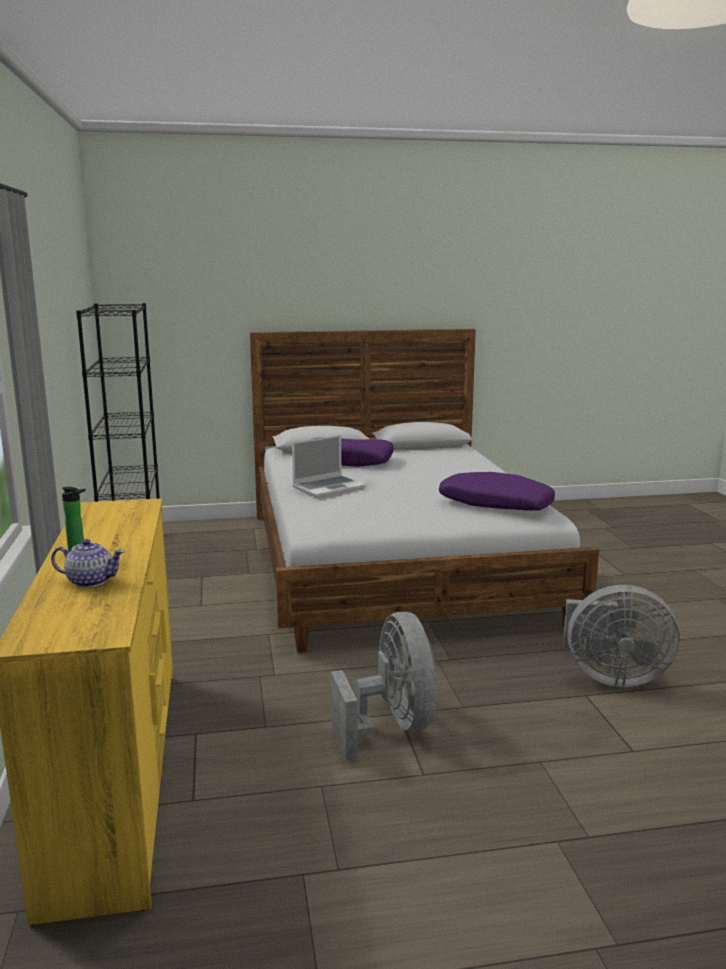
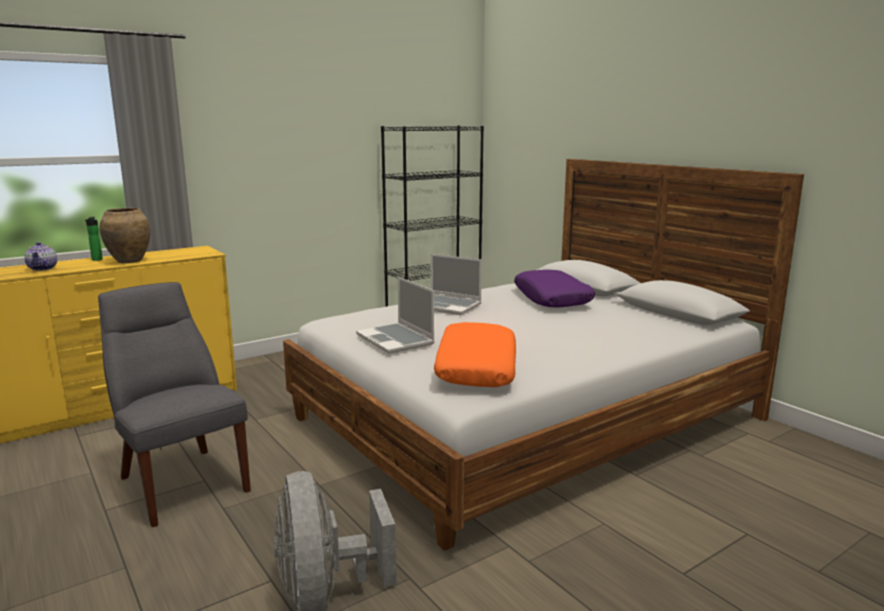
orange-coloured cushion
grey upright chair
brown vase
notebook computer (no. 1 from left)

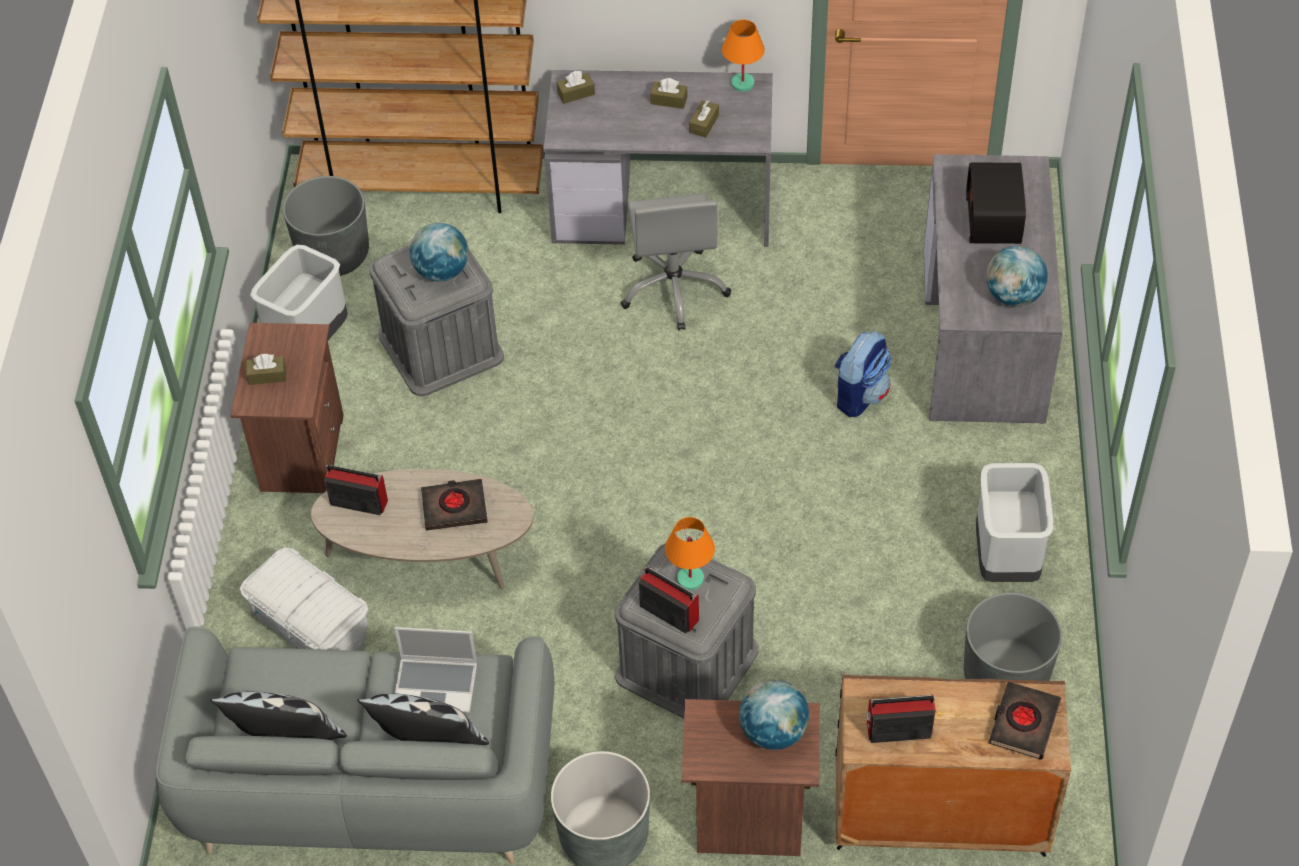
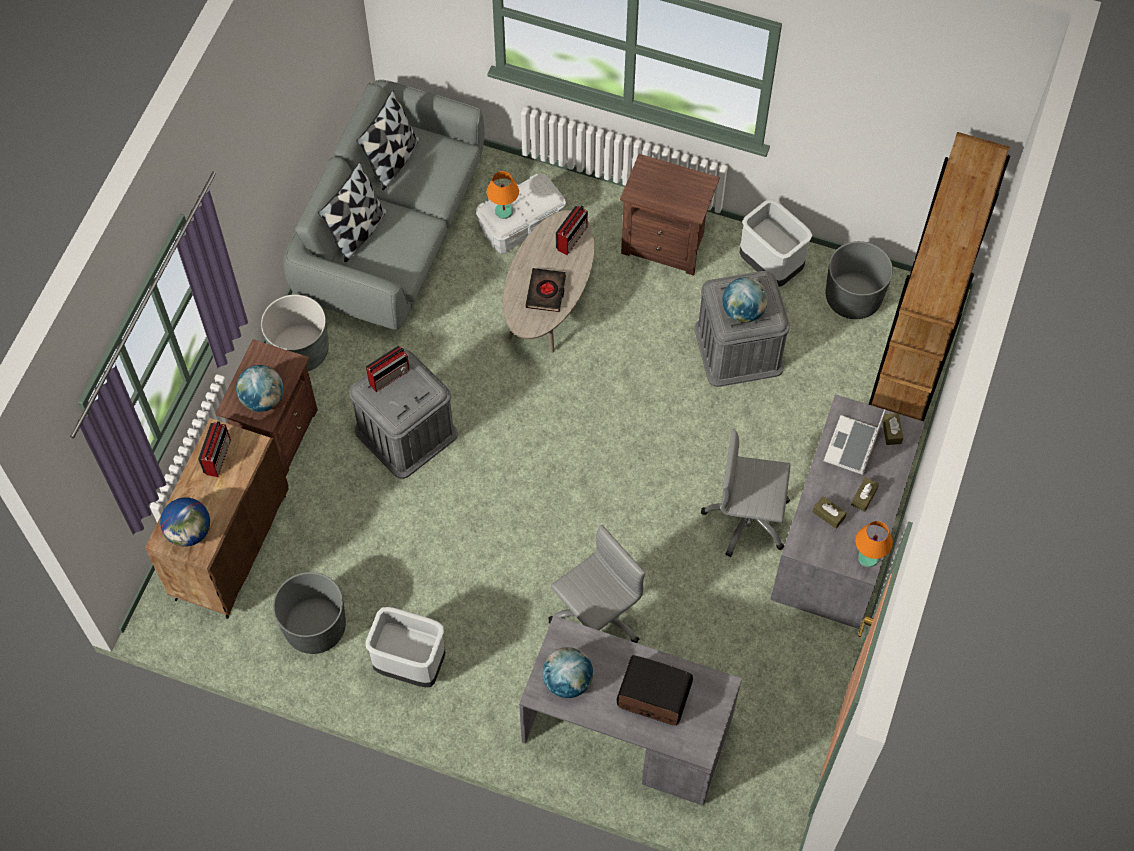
grey computer chair (no. 1 from left)
brown tissue holder (no. 1 from left in the first image)
orange-coloured lamp for a table (no. 1 from left)
notebook computer
desk globe (no. 1 from left)

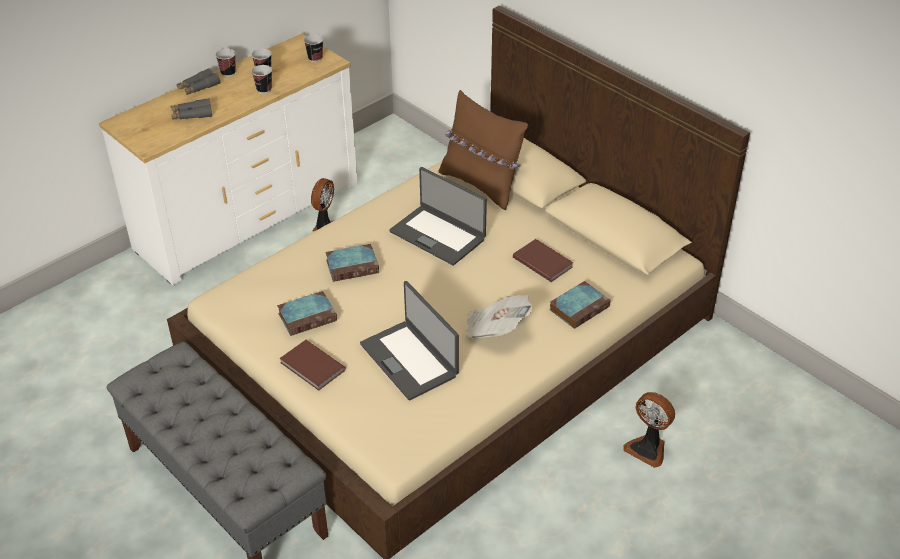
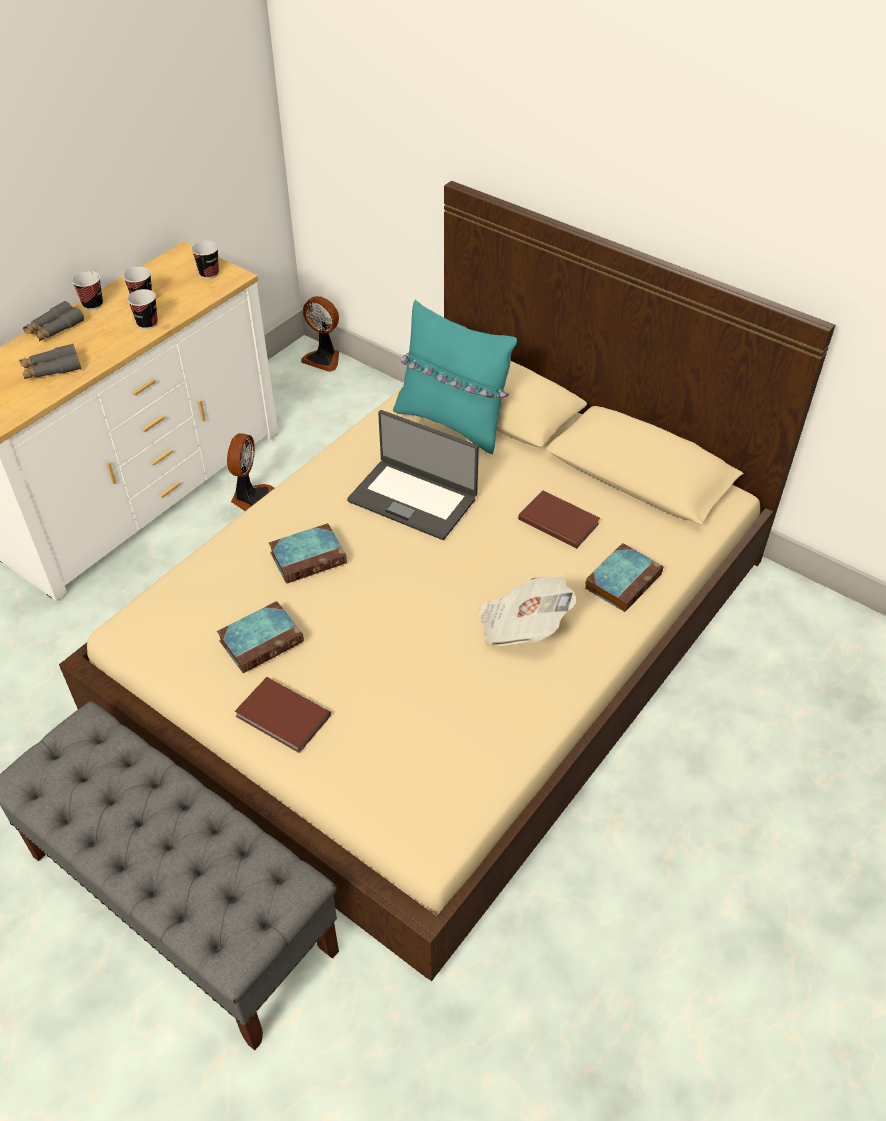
turquoise-coloured cushion
notebook computer (no. 1 from left in the first image)
cooling fan (no. 2 from left)

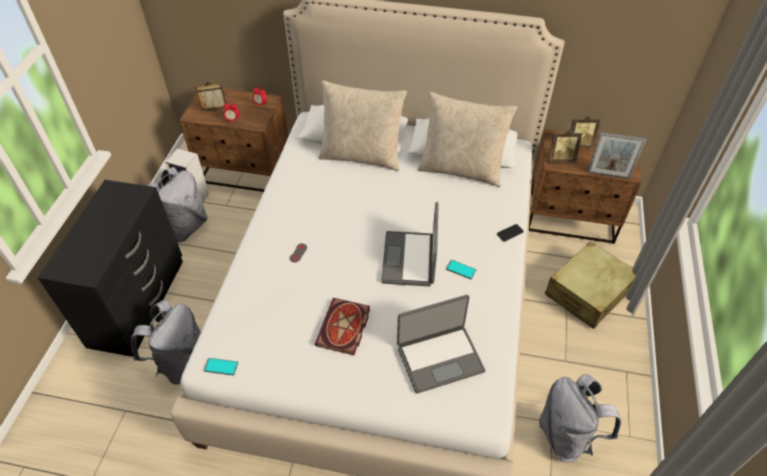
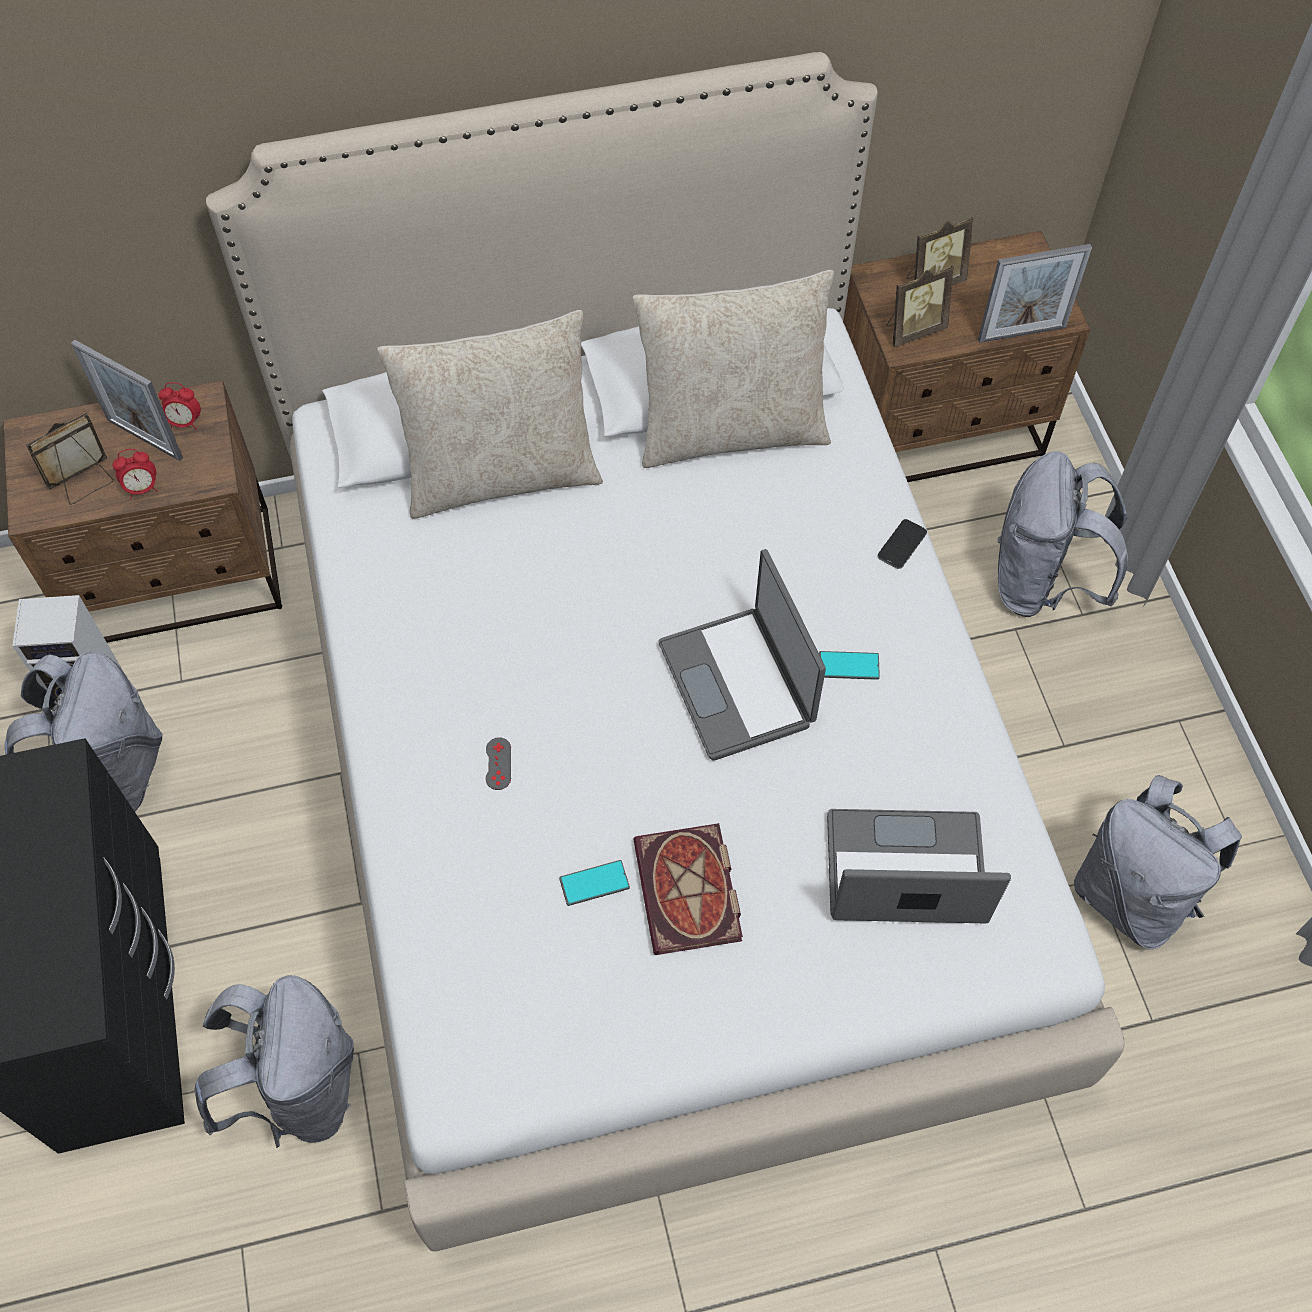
grey knapsack (no. 3 from left)
notebook computer (no. 2 from left)
phone (no. 1 from left)
photo frame (no. 2 from left)

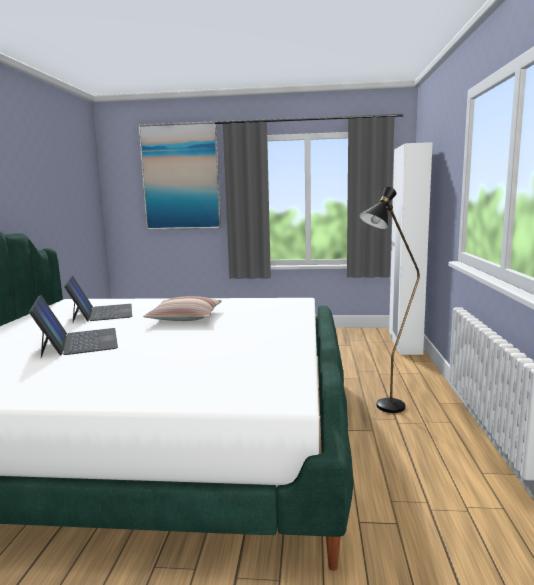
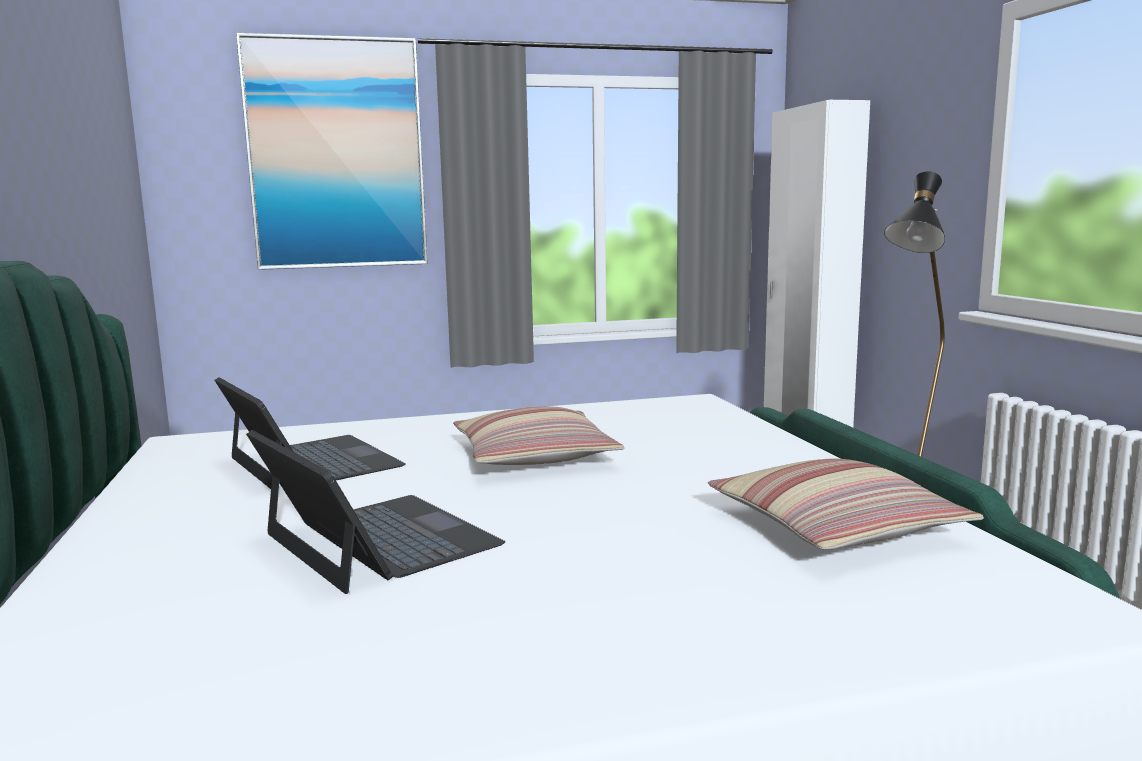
cushion (no. 2 from left)

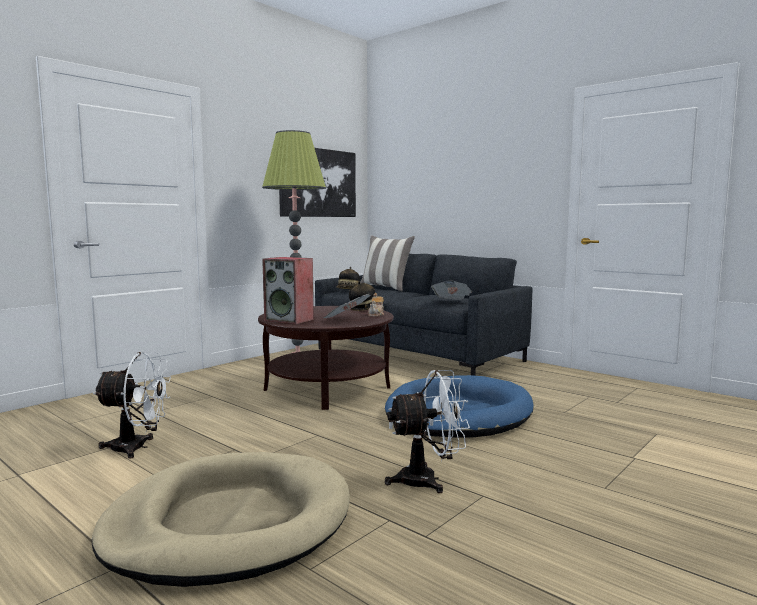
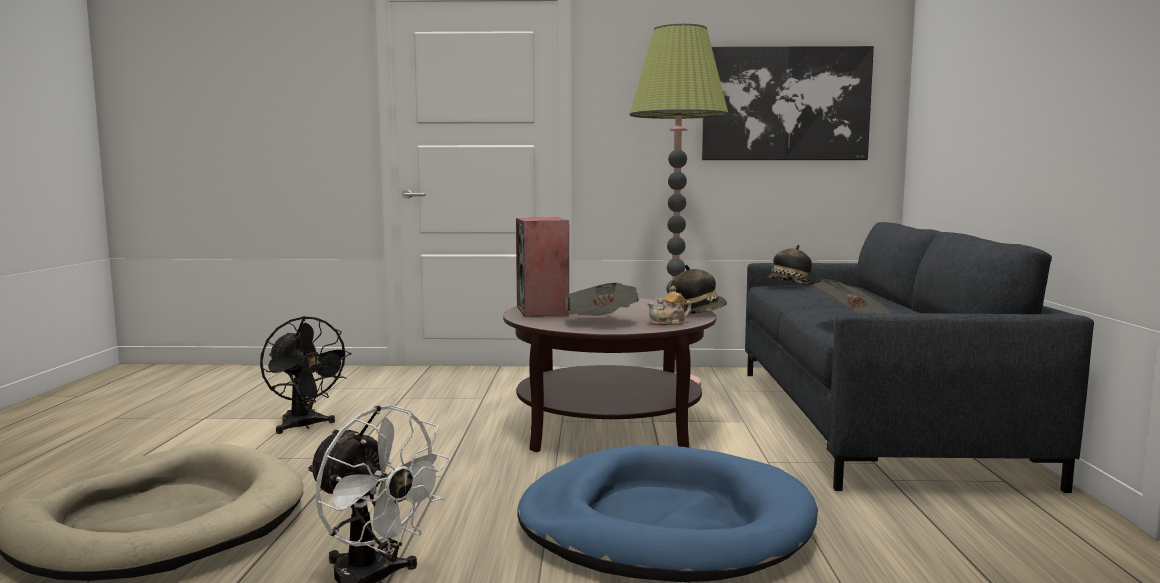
cushion
black-coloured cooling fan

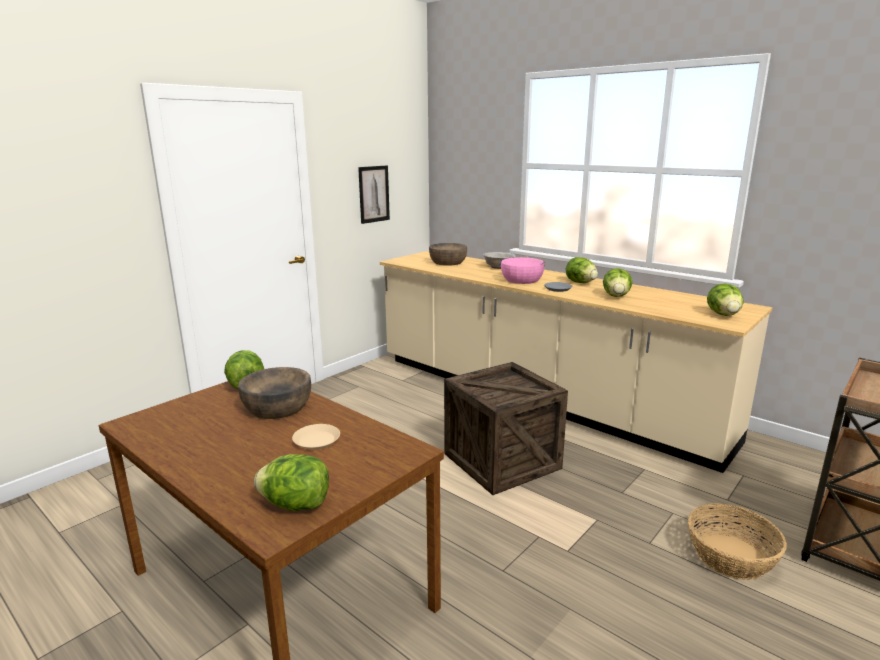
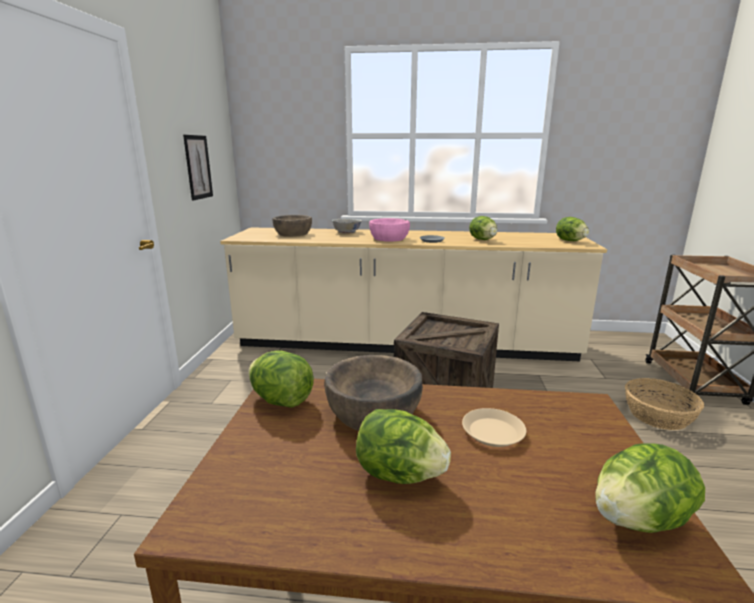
lettuce (no. 2 from left)

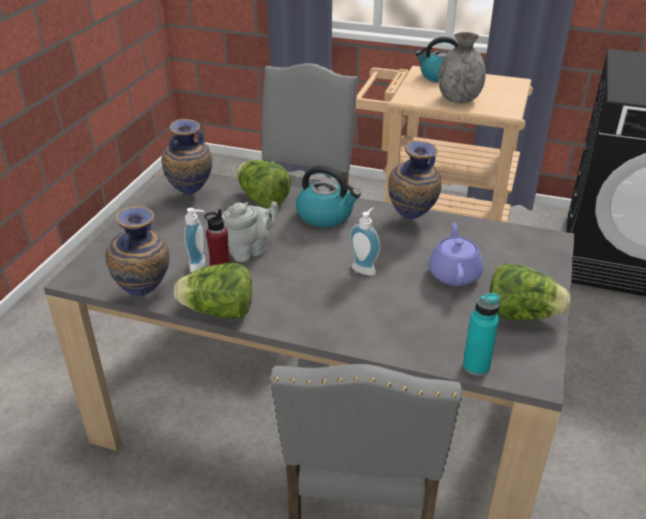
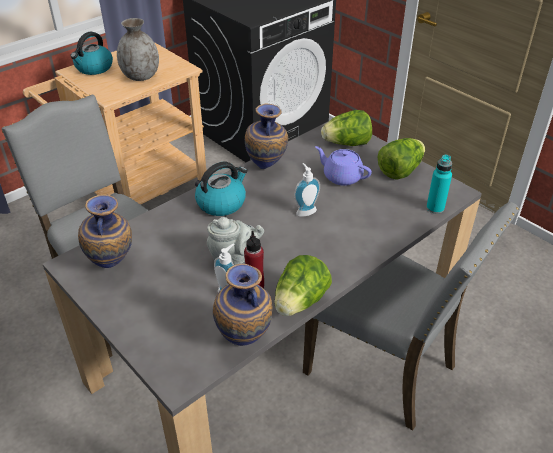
lettuce (no. 2 from left)
grey teapot

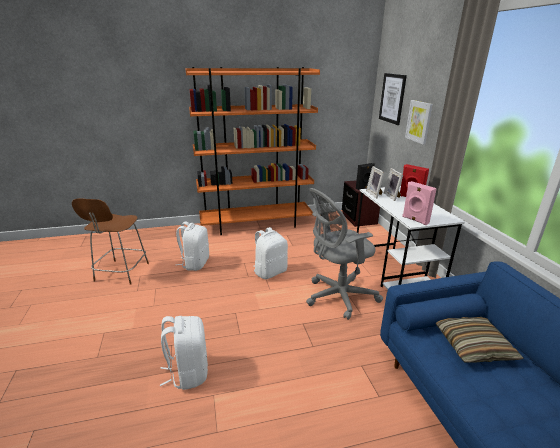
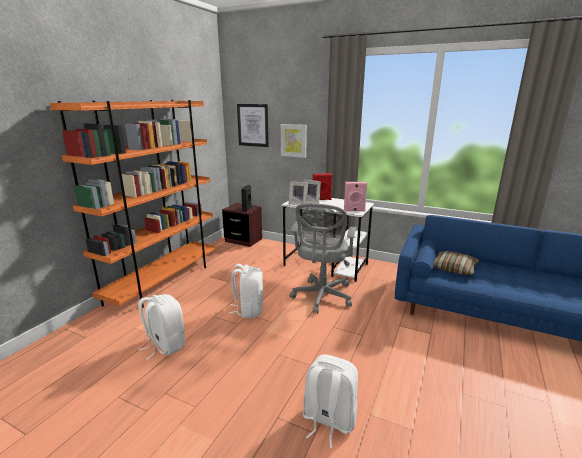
brown upright chair

